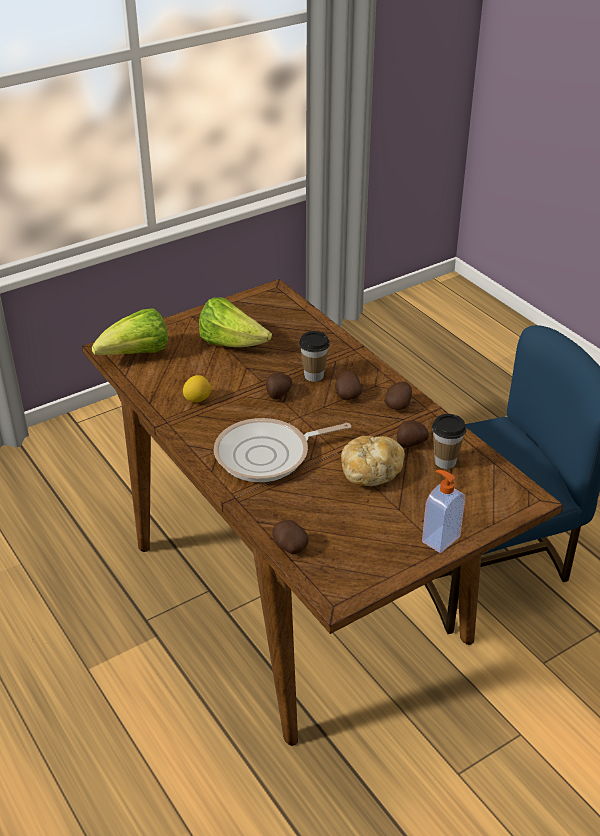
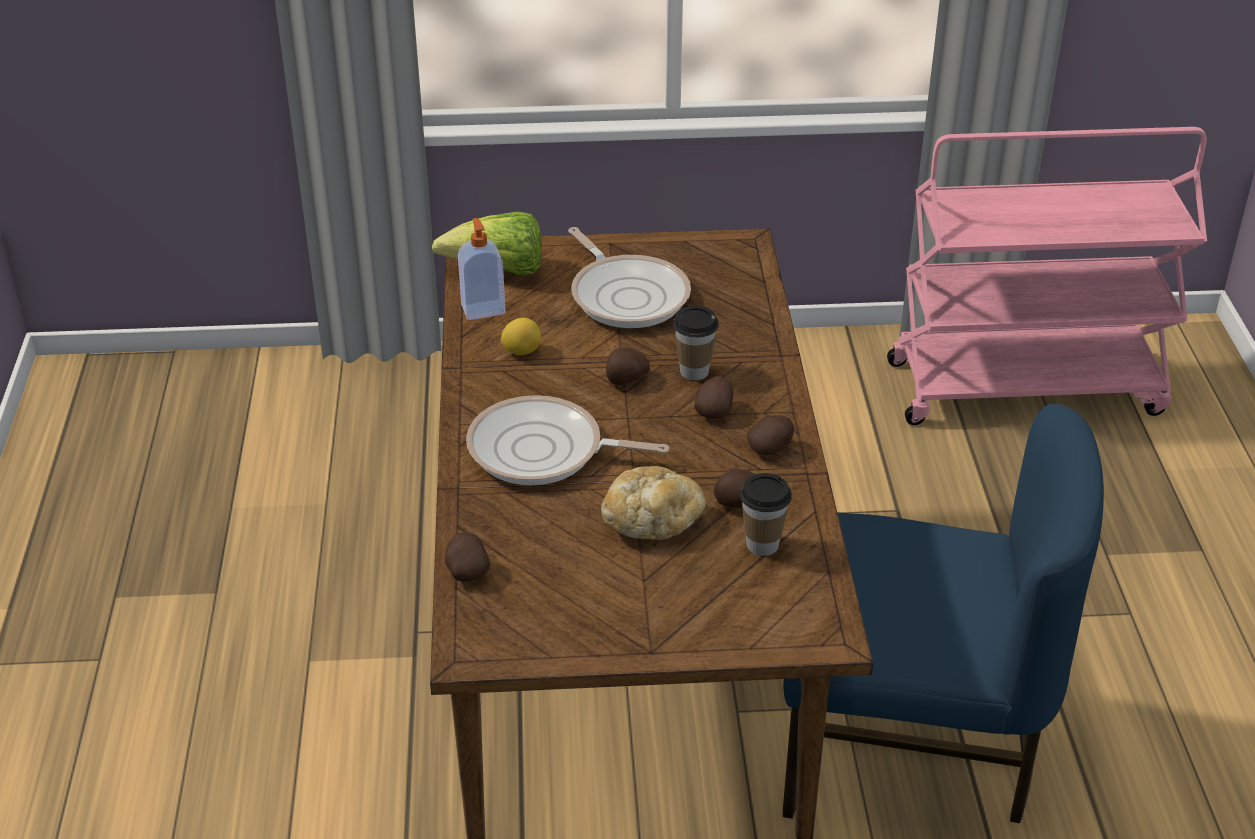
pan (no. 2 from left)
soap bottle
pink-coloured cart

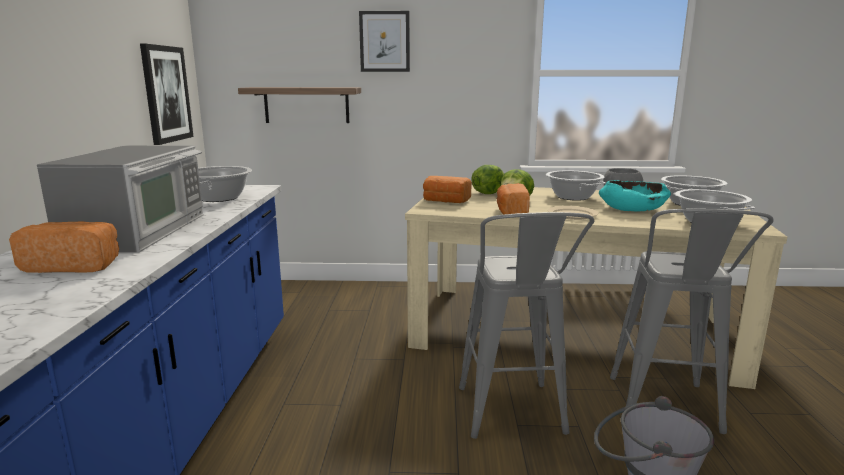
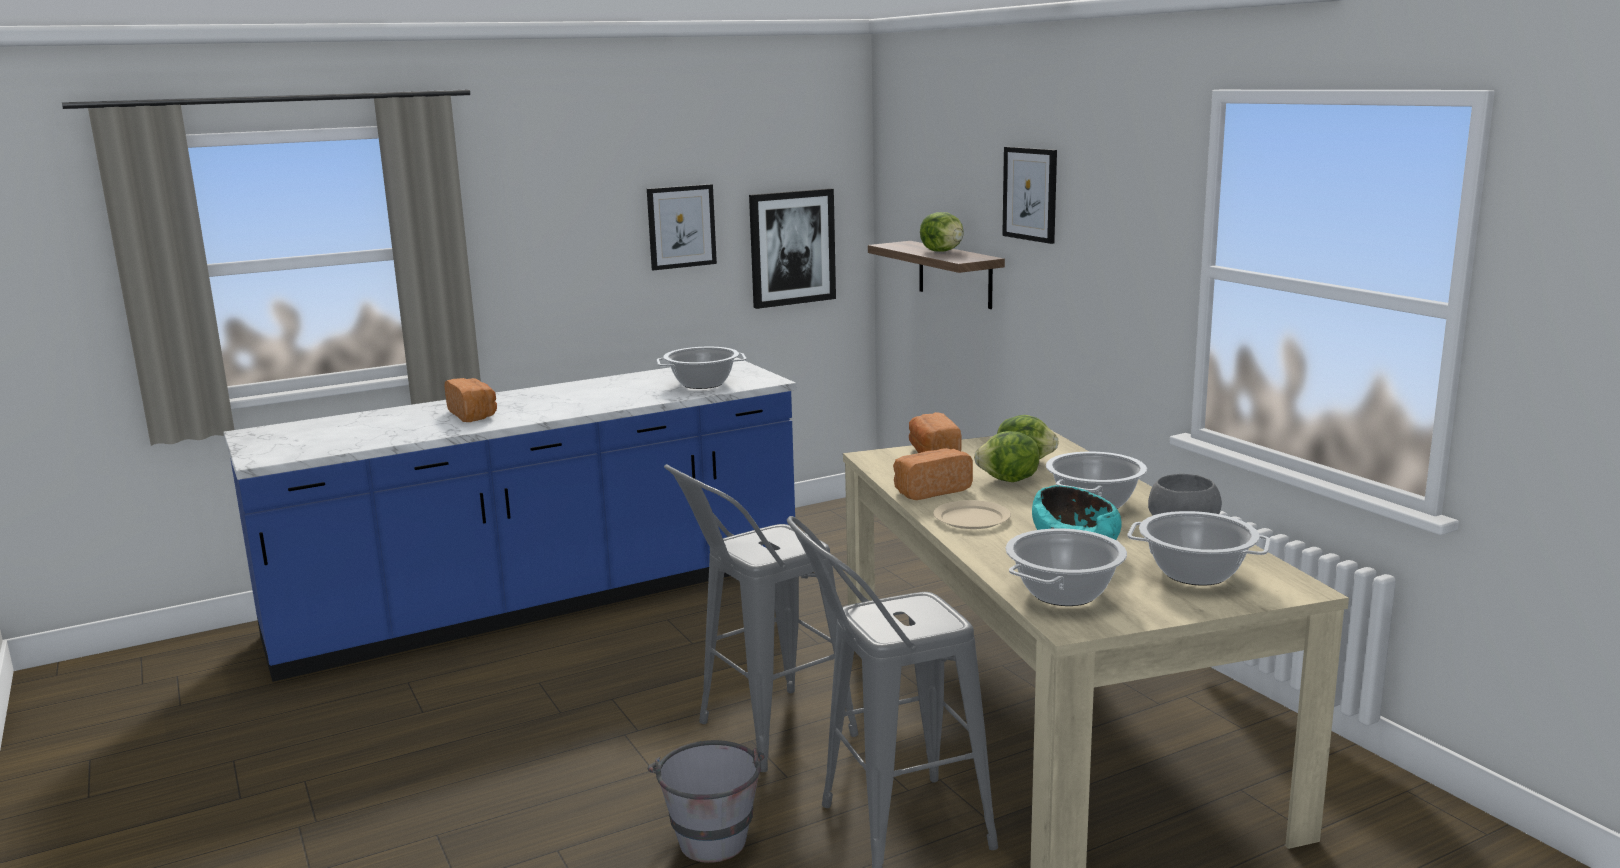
microwave oven
wall picture (no. 1 from left)
lettuce (no. 1 from left)

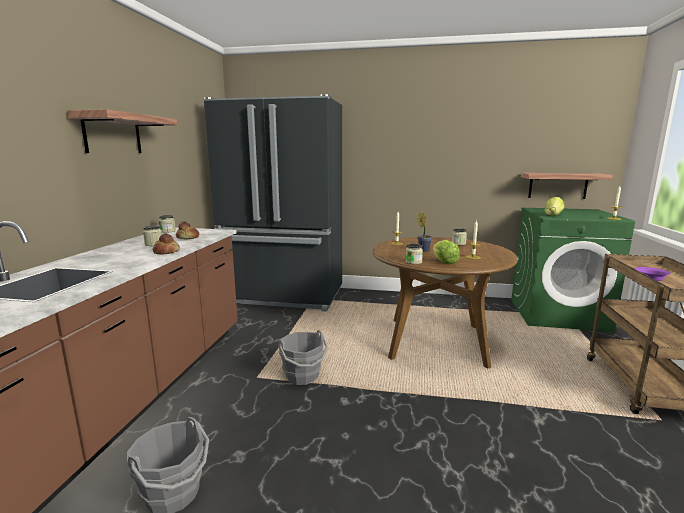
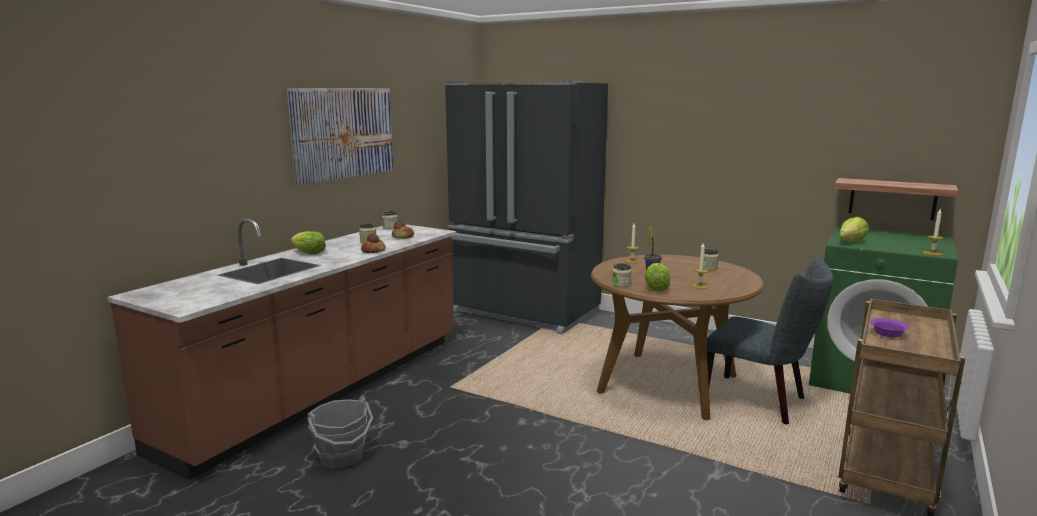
wall picture
grey pail (no. 2 from left in the first image)
lettuce (no. 1 from left)
grey upright chair

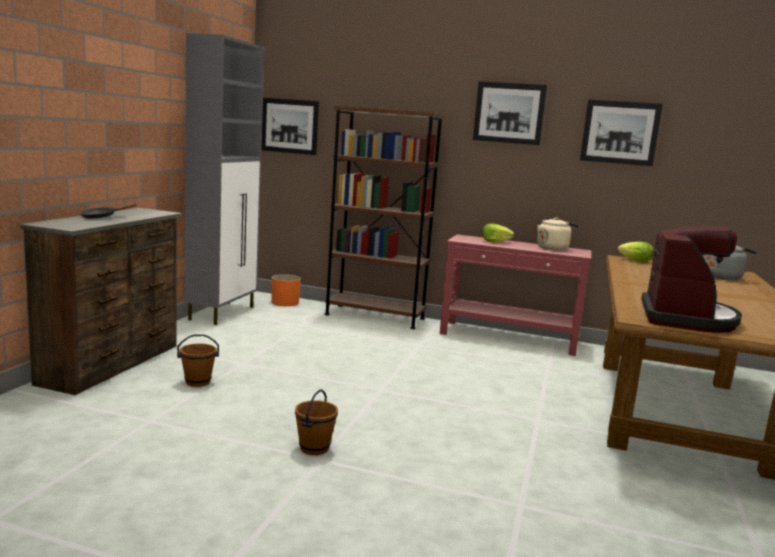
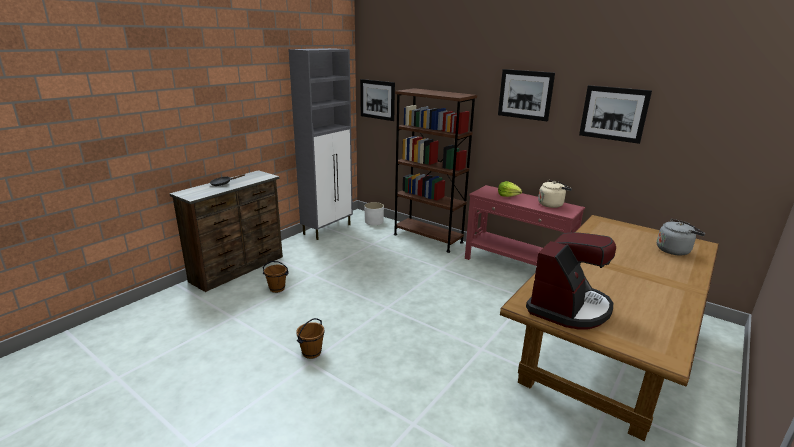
lettuce (no. 2 from left in the first image)
white-coloured planter

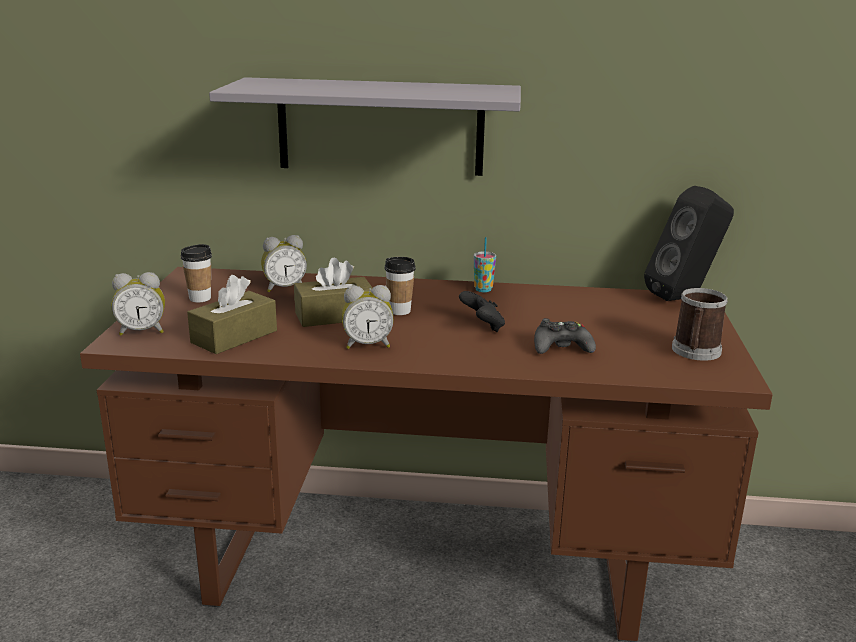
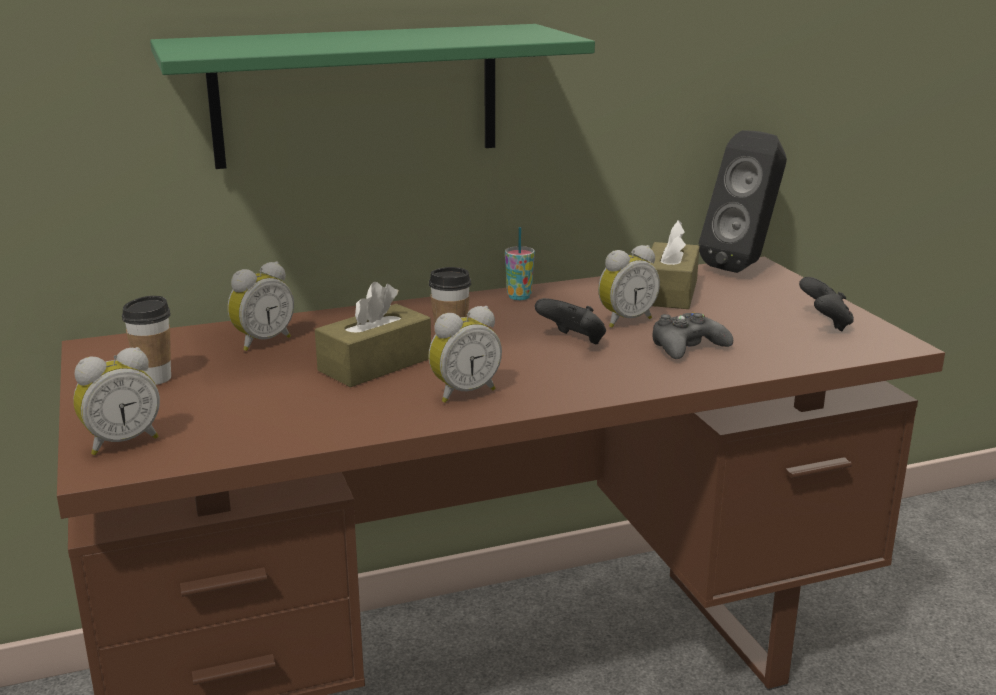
green wall shelf
brown tissue holder (no. 2 from left)
black-coloured game controller (no. 3 from left)
table clock (no. 4 from left)

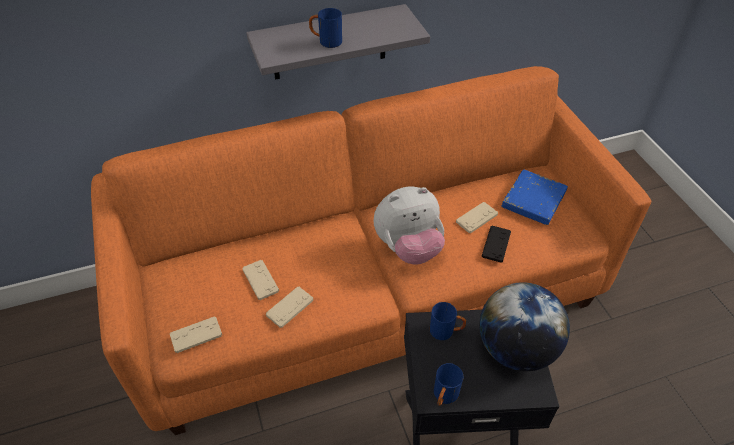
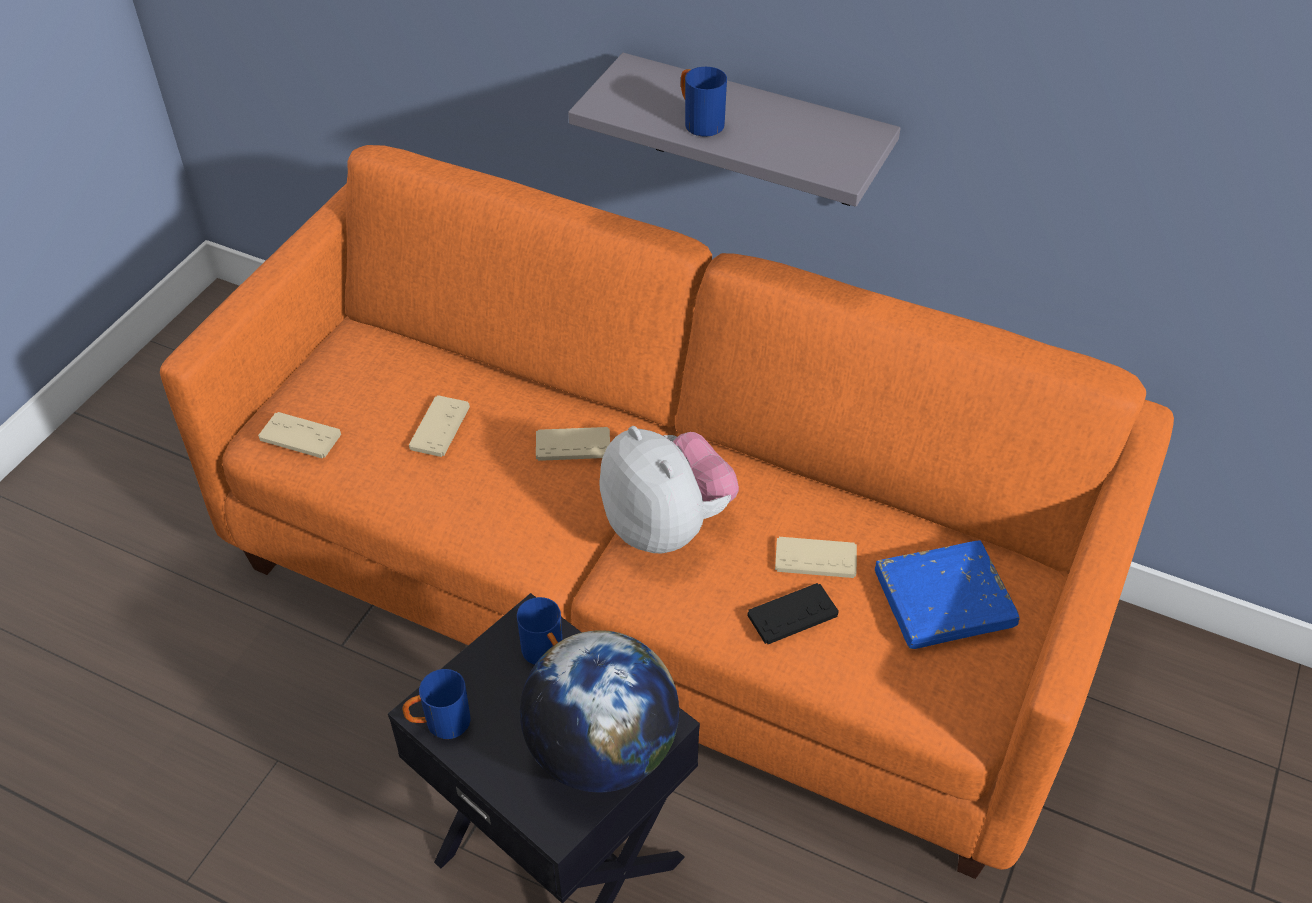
cuddly toy
beige-coloured game controller (no. 3 from left)

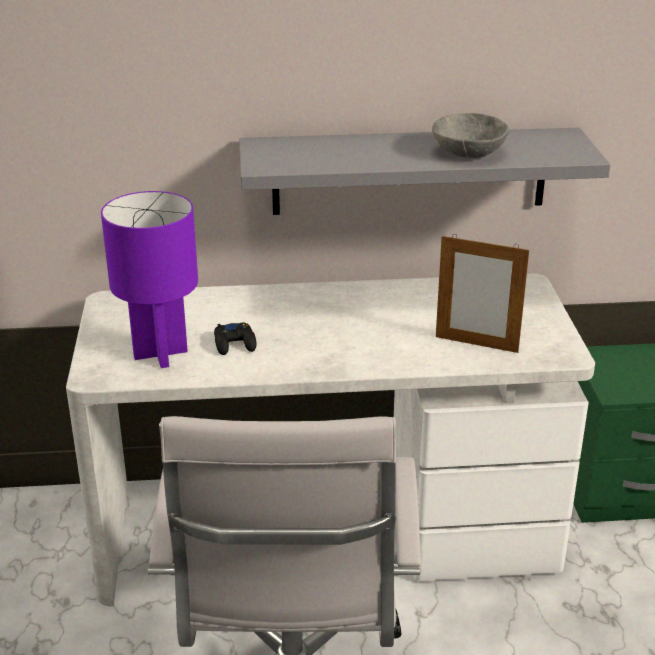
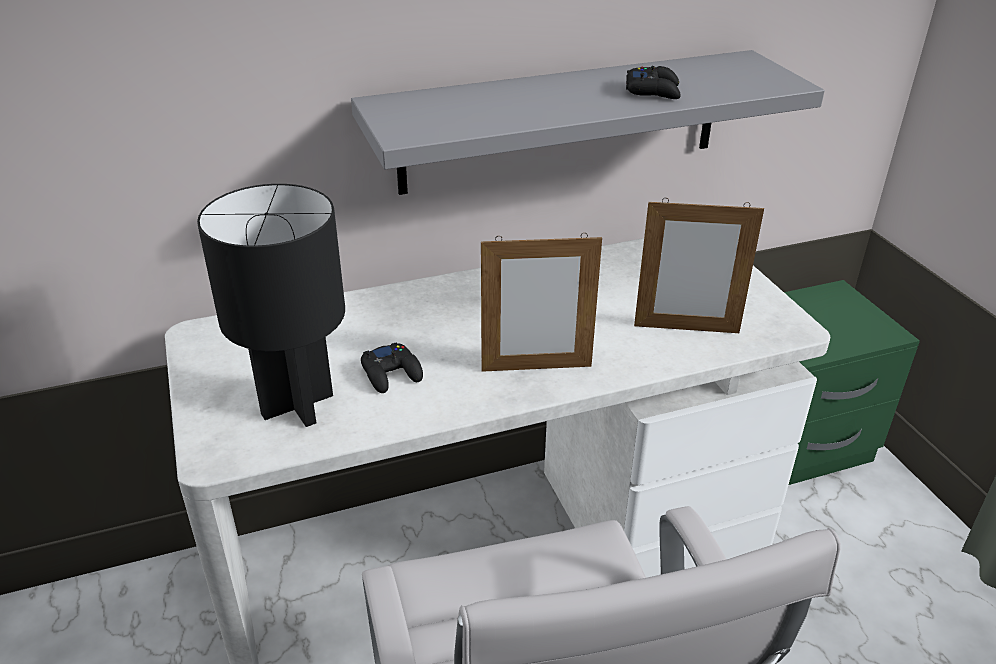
black-coloured game controller (no. 2 from left)
black-coloured lamp for a table
photo frame (no. 1 from left)

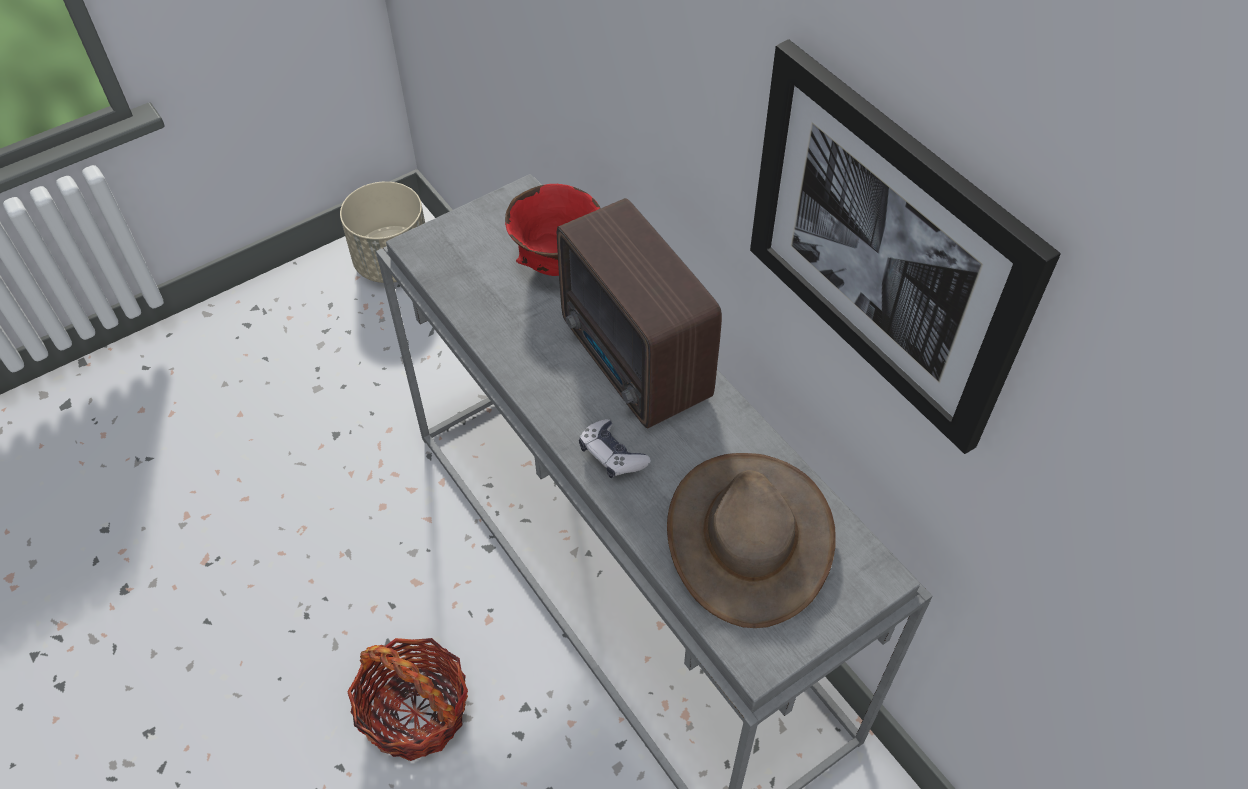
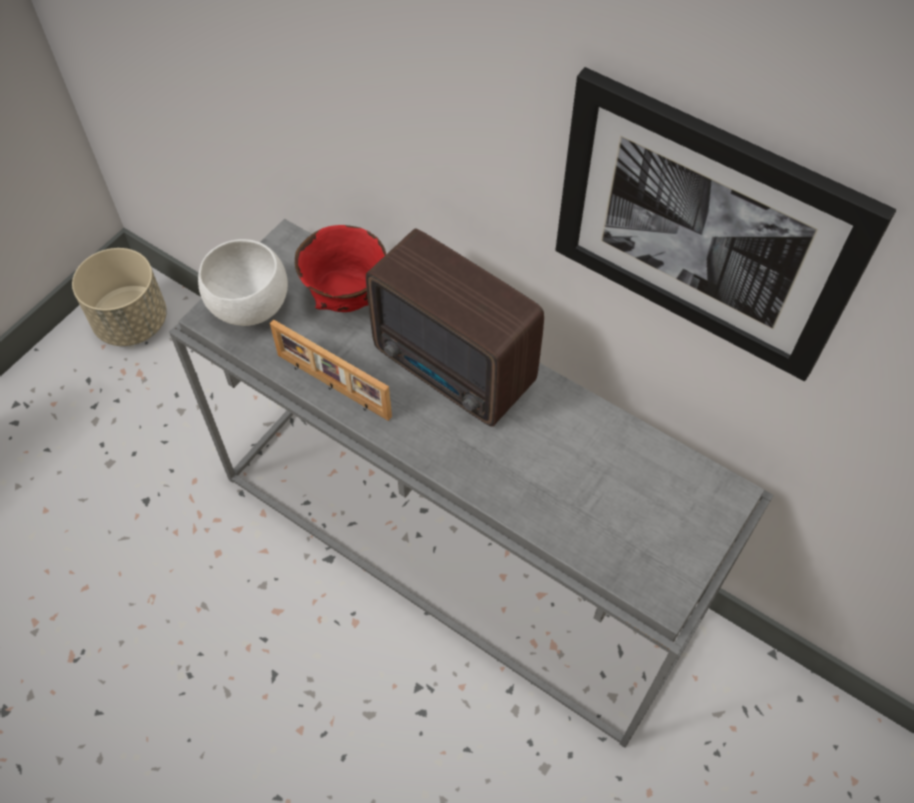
game controller
brown clothing hat
basket
white-coloured bowl
photo frame

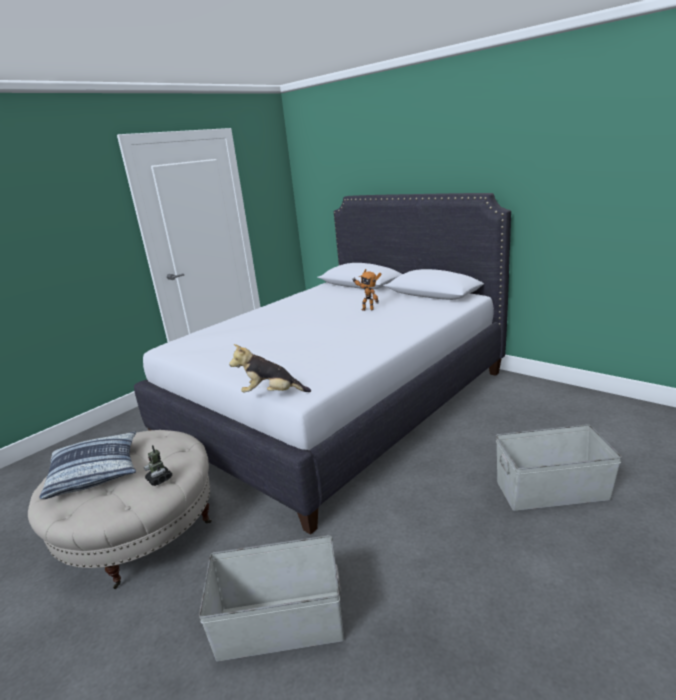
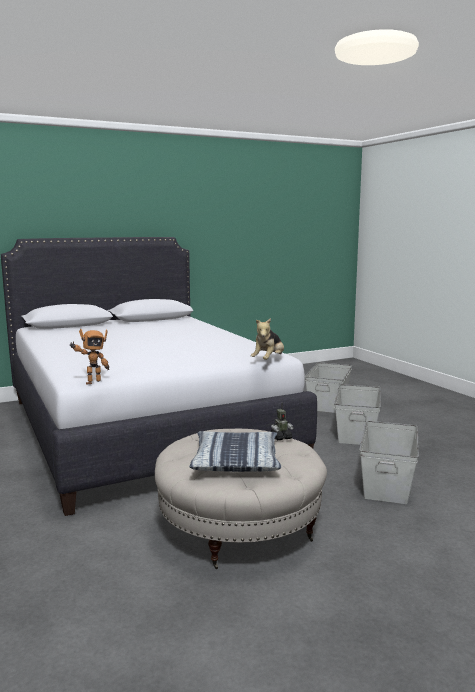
model robot (no. 1 from left)
grey storage box (no. 2 from left)

